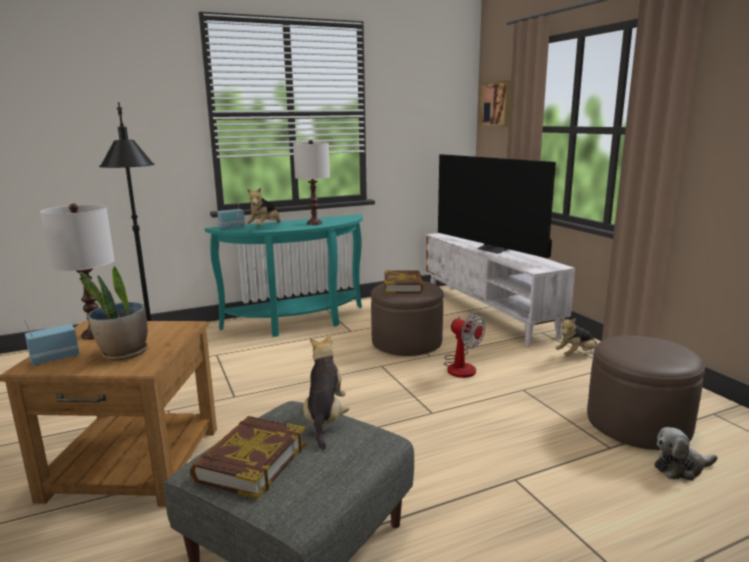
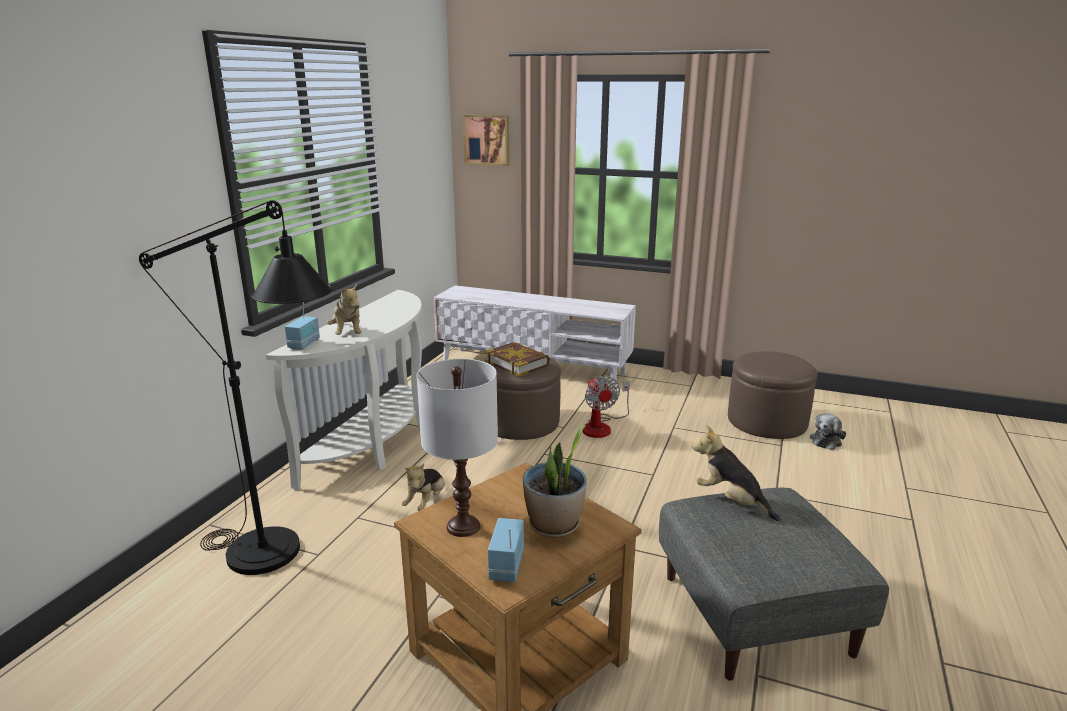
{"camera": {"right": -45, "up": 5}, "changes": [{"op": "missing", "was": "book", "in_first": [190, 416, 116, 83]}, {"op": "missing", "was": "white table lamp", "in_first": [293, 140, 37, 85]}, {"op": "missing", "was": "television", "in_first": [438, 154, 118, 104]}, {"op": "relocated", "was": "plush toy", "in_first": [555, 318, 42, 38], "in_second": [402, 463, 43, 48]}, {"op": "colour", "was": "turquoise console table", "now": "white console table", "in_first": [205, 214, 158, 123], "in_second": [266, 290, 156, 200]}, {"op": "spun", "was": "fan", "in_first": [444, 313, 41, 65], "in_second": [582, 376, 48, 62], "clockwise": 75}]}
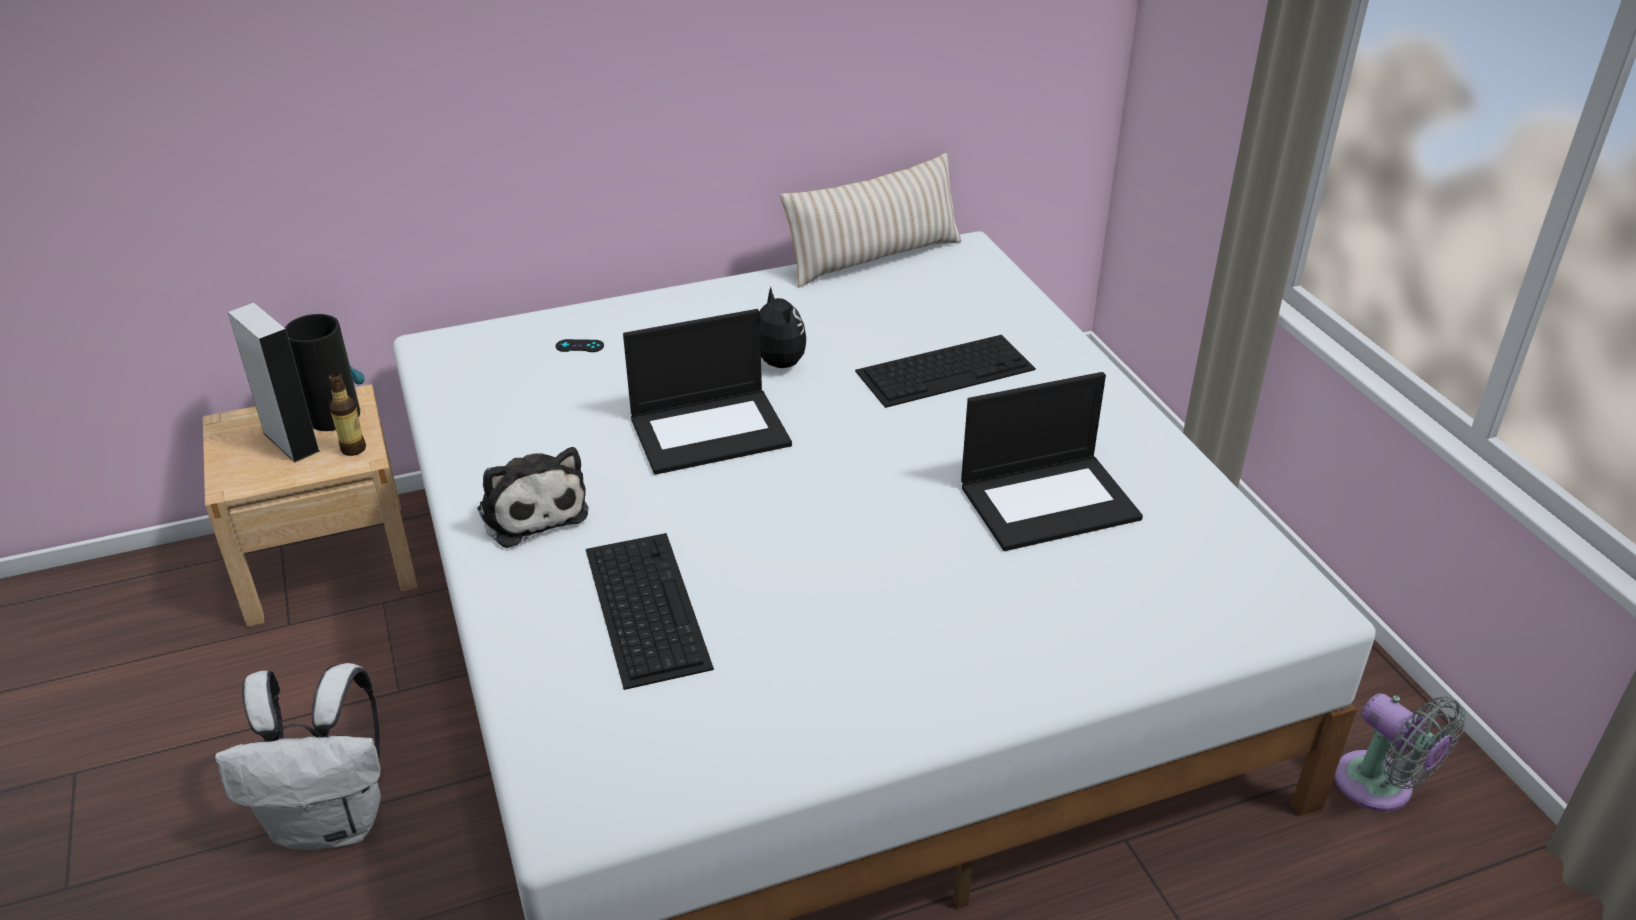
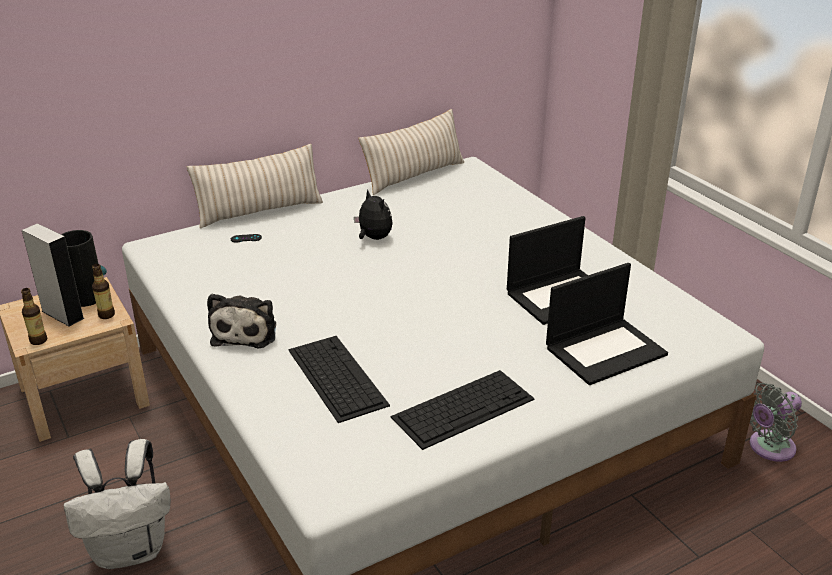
{"camera": {"right": -10, "up": -5}, "changes": [{"op": "appeared", "now": "bottle", "in_second": [21, 288, 26, 57]}, {"op": "appeared", "now": "beige pillow", "in_second": [187, 144, 136, 84]}, {"op": "relocated", "was": "laptop", "in_first": [623, 309, 169, 166], "in_second": [546, 263, 122, 122]}, {"op": "relocated", "was": "keyboard", "in_first": [855, 335, 181, 73], "in_second": [391, 370, 144, 80]}, {"op": "spun", "was": "plush toy", "in_first": [477, 447, 112, 101], "in_second": [207, 294, 69, 55], "clockwise": 45}, {"op": "spun", "was": "grey fan", "in_first": [1334, 694, 132, 118], "in_second": [750, 383, 52, 79], "clockwise": 105}]}
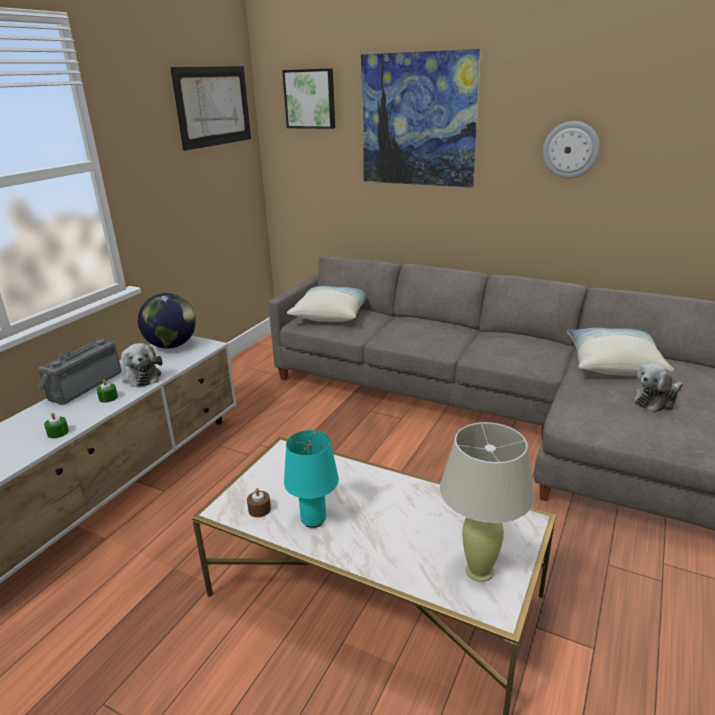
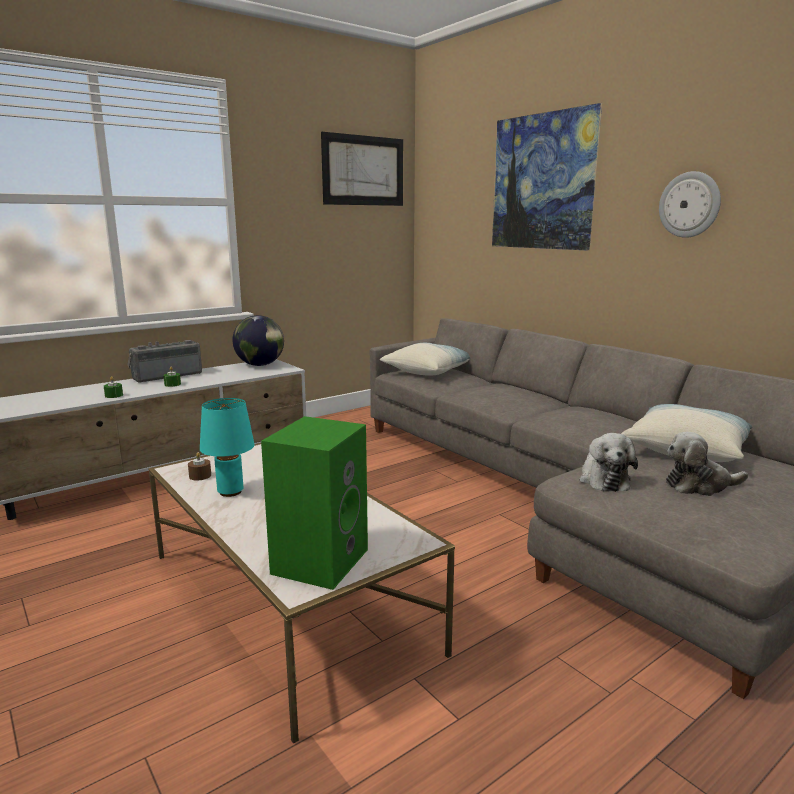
{"camera": {"right": 25, "up": -10}, "changes": [{"op": "missing", "was": "picture", "in_first": [282, 68, 53, 61]}, {"op": "relocated", "was": "plush toy", "in_first": [121, 343, 41, 44], "in_second": [579, 433, 59, 59]}, {"op": "exchanged", "was": "beige table lamp", "now": "green speaker", "in_first": [440, 422, 95, 160], "in_second": [261, 416, 107, 174]}]}
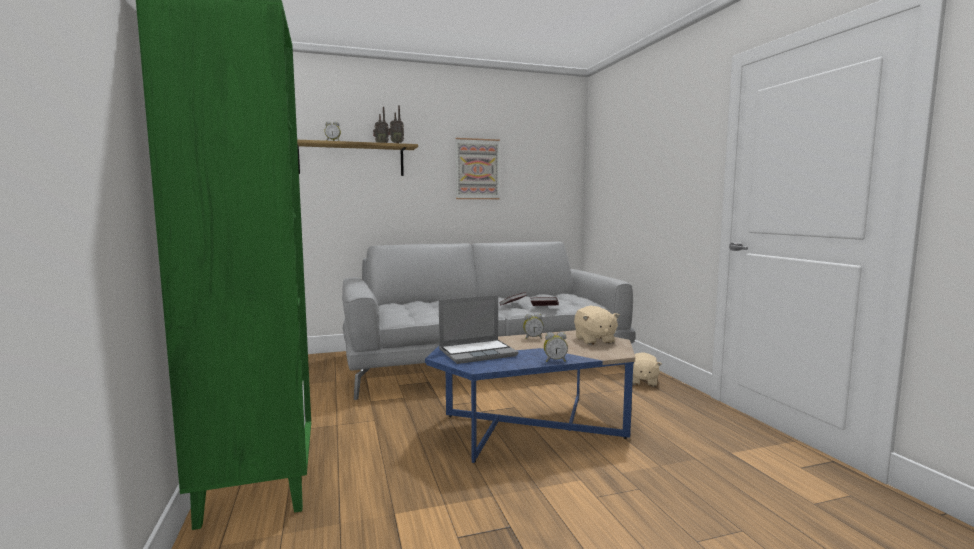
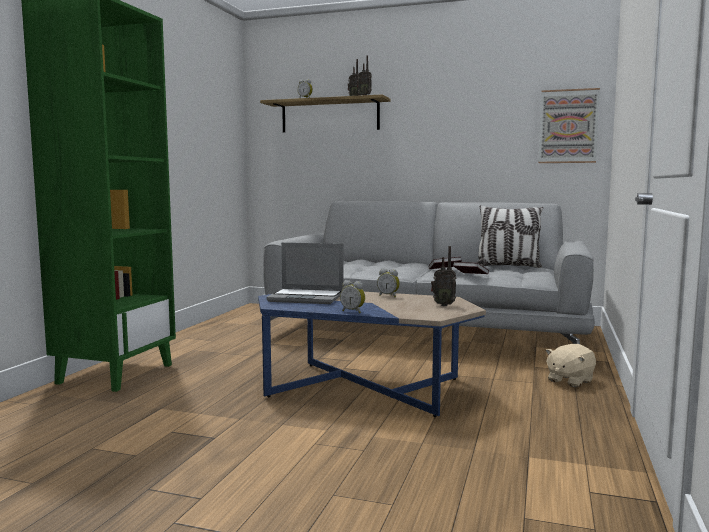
{"camera": {"right": 35, "up": 0}, "changes": [{"op": "appeared", "now": "pillow", "in_second": [477, 205, 66, 63]}, {"op": "relocated", "was": "picture", "in_first": [455, 138, 45, 61], "in_second": [538, 88, 62, 75]}, {"op": "exchanged", "was": "beige plush toy", "now": "radio", "in_first": [574, 306, 46, 39], "in_second": [431, 246, 25, 60]}]}
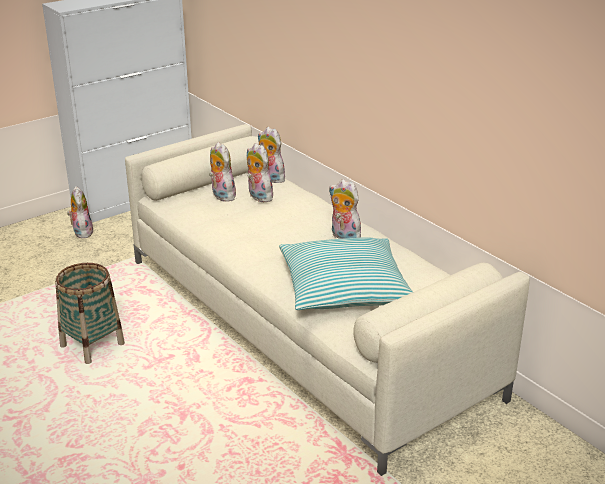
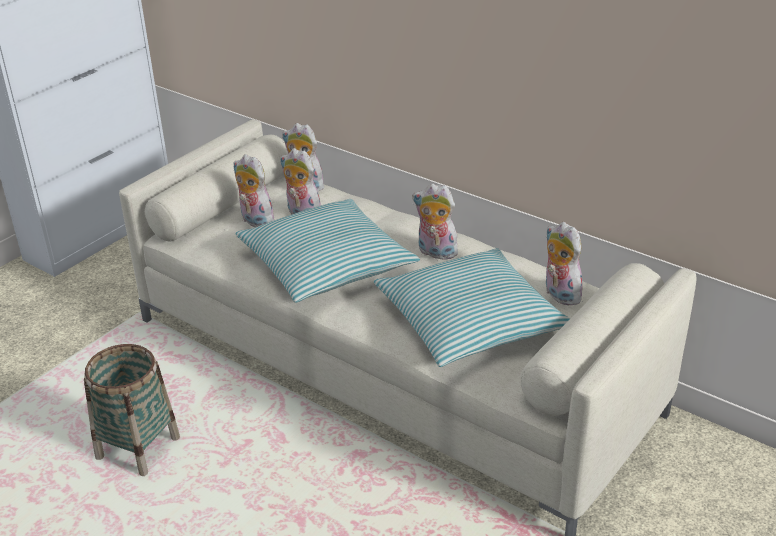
{"camera": {"right": -15, "up": 5}, "changes": [{"op": "appeared", "now": "pillow", "in_second": [235, 199, 185, 104]}, {"op": "relocated", "was": "plush toy", "in_first": [67, 186, 26, 52], "in_second": [546, 222, 37, 83]}]}
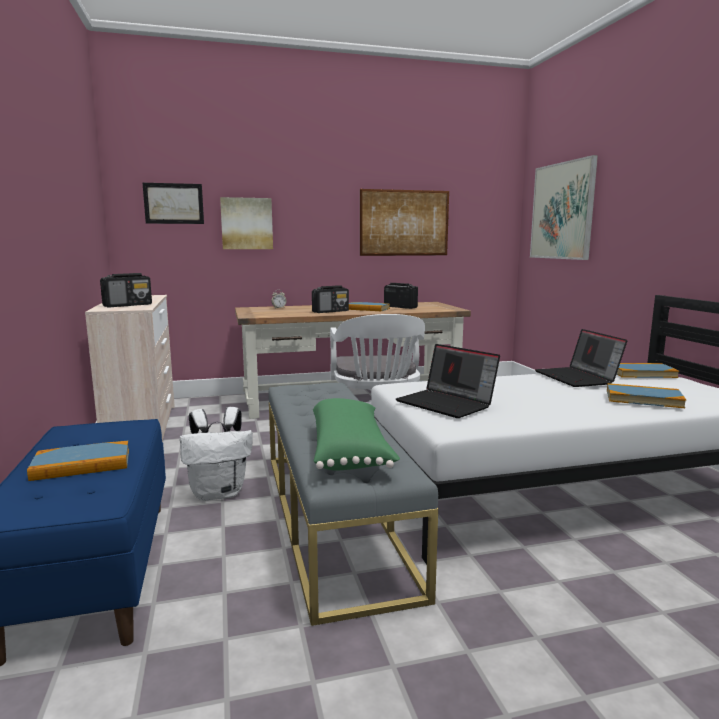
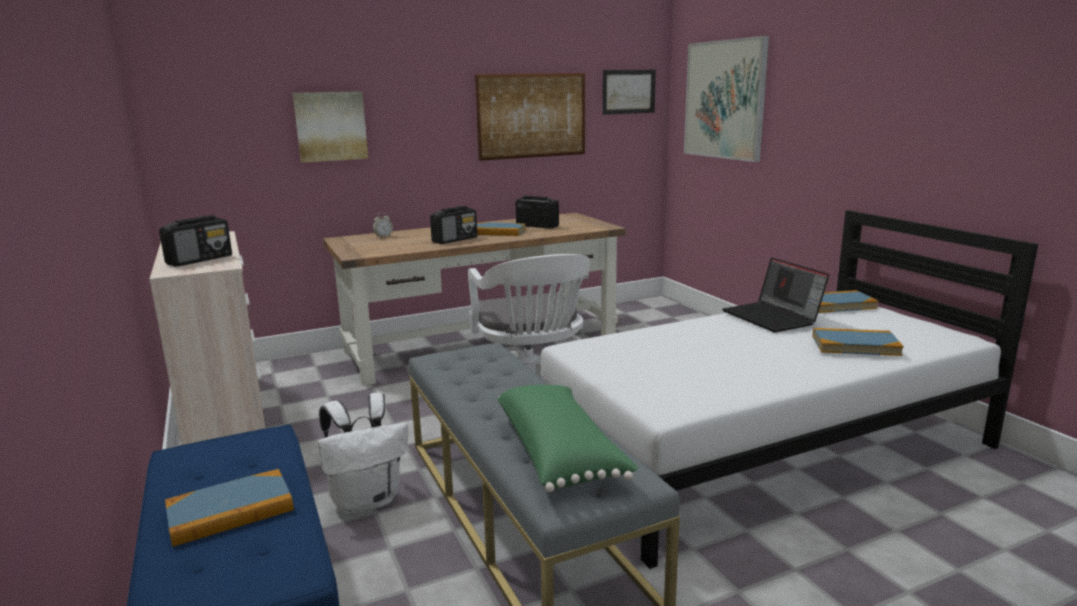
{"camera": {"right": -10, "up": 5}, "changes": [{"op": "missing", "was": "laptop", "in_first": [396, 344, 104, 74]}, {"op": "relocated", "was": "picture", "in_first": [143, 183, 61, 41], "in_second": [603, 70, 53, 45]}]}
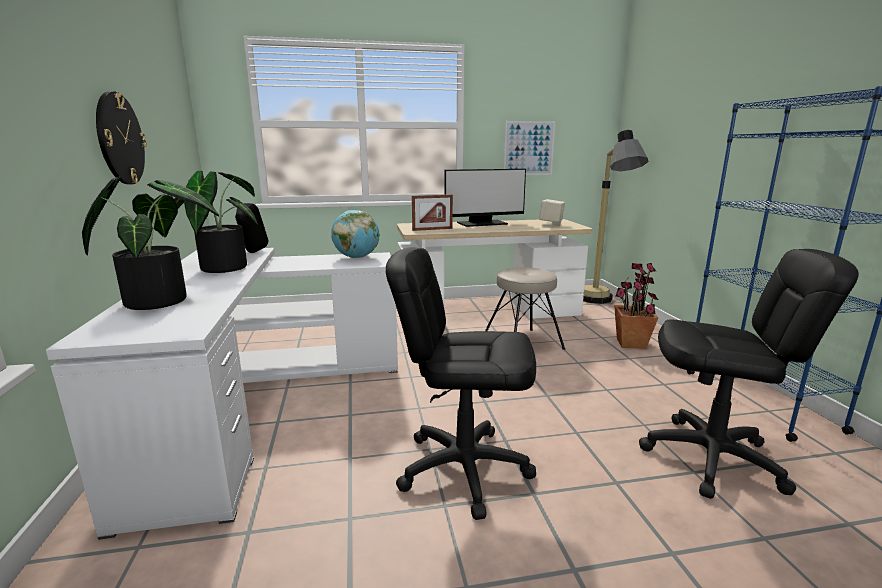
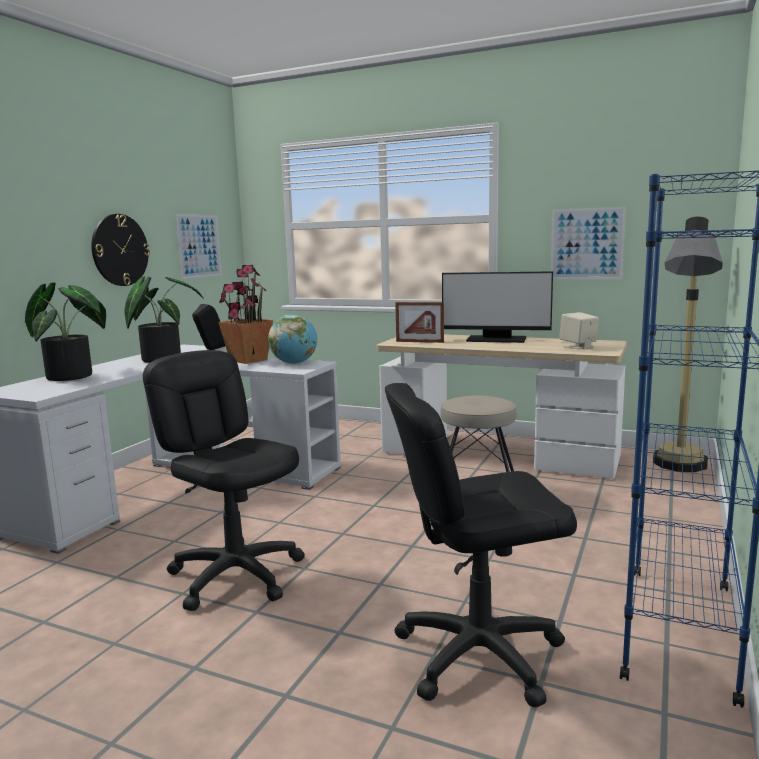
{"camera": {"right": 35, "up": -5}, "changes": [{"op": "appeared", "now": "picture", "in_second": [176, 214, 46, 65]}, {"op": "relocated", "was": "potted plant", "in_first": [614, 263, 44, 86], "in_second": [218, 265, 55, 99]}, {"op": "spun", "was": "black office chair", "in_first": [639, 249, 220, 250], "in_second": [385, 383, 192, 325], "clockwise": 120}]}
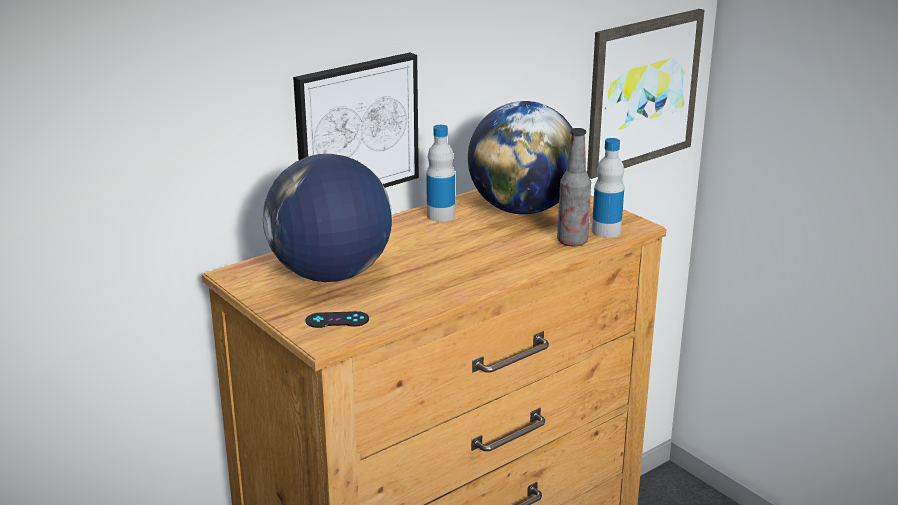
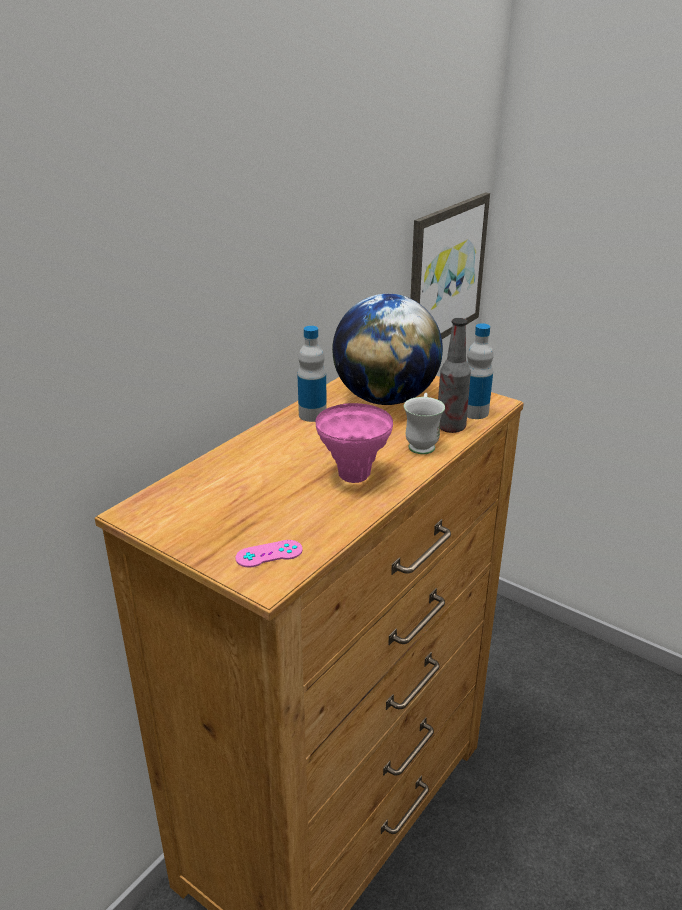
{"camera": {"right": -15, "up": 5}, "changes": [{"op": "missing", "was": "globe", "in_first": [263, 154, 129, 128]}, {"op": "missing", "was": "picture", "in_first": [293, 52, 126, 136]}, {"op": "appeared", "now": "pink vase", "in_second": [315, 403, 78, 80]}, {"op": "appeared", "now": "white mug", "in_second": [404, 393, 41, 61]}, {"op": "colour", "was": "black game controller", "now": "pink game controller", "in_first": [306, 311, 63, 17], "in_second": [235, 540, 68, 28]}]}
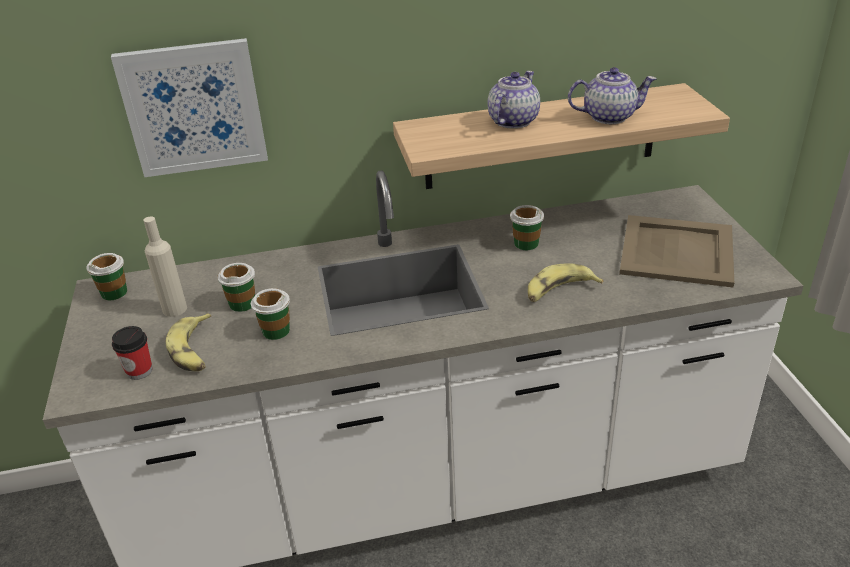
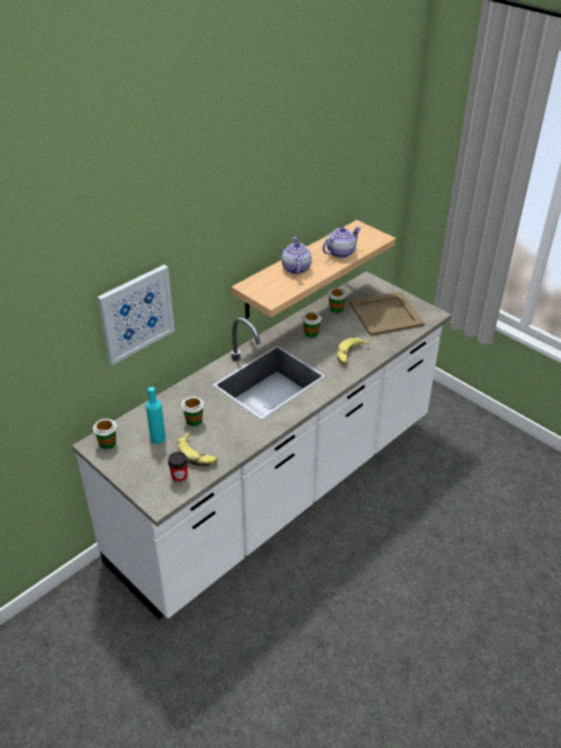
{"camera": {"right": -35, "up": 5}, "changes": [{"op": "relocated", "was": "cup", "in_first": [251, 288, 39, 52], "in_second": [328, 288, 19, 25]}, {"op": "colour", "was": "beige bottle", "now": "turquoise bottle", "in_first": [143, 216, 44, 101], "in_second": [146, 387, 20, 57]}]}
